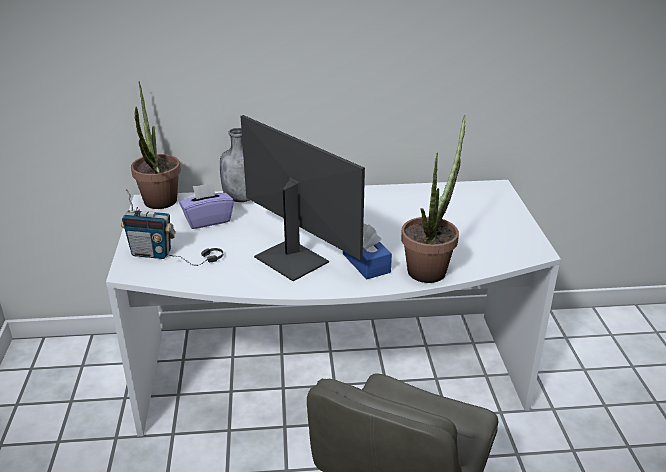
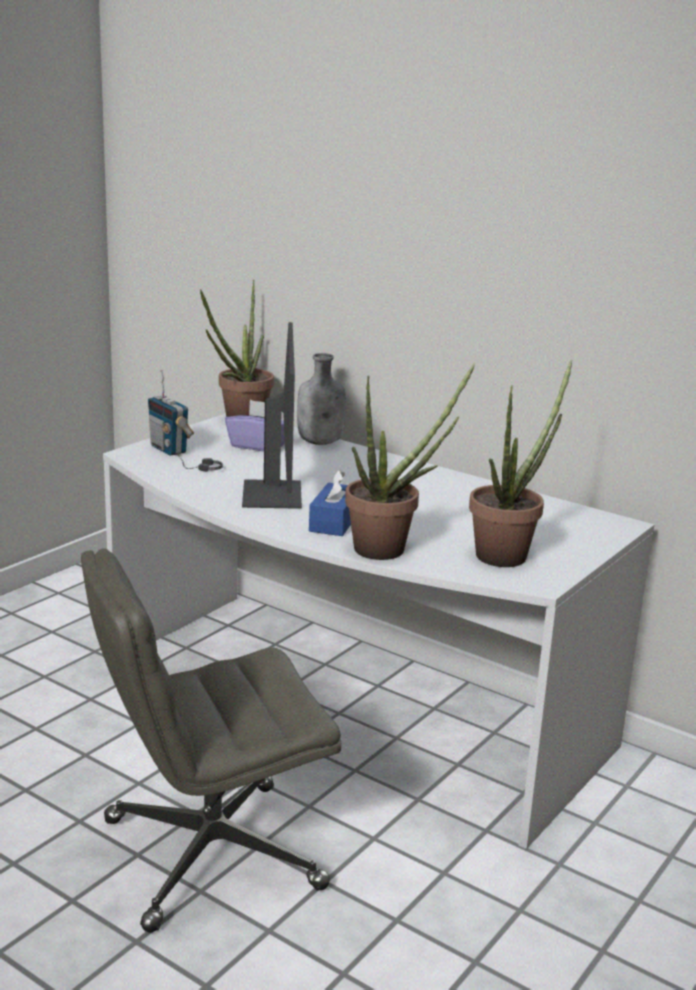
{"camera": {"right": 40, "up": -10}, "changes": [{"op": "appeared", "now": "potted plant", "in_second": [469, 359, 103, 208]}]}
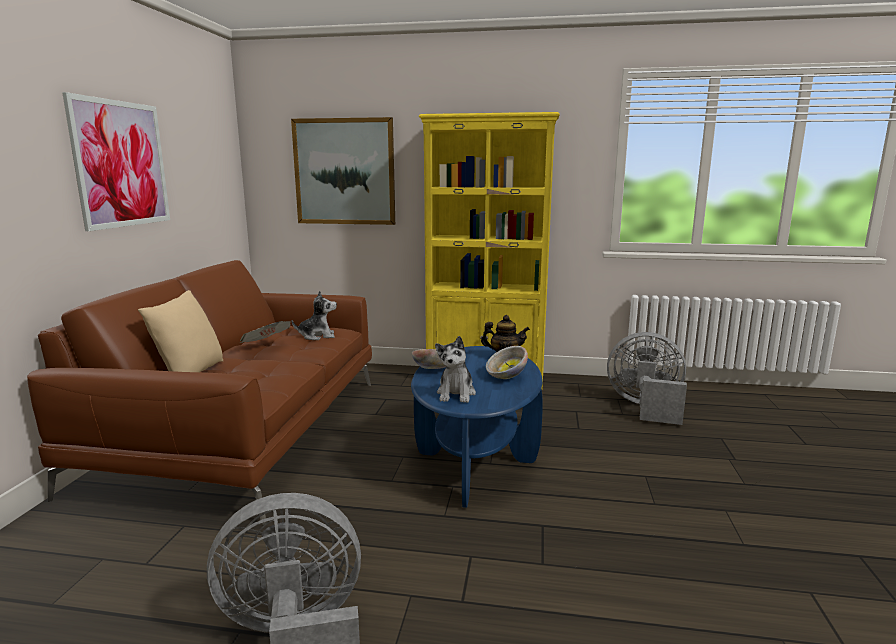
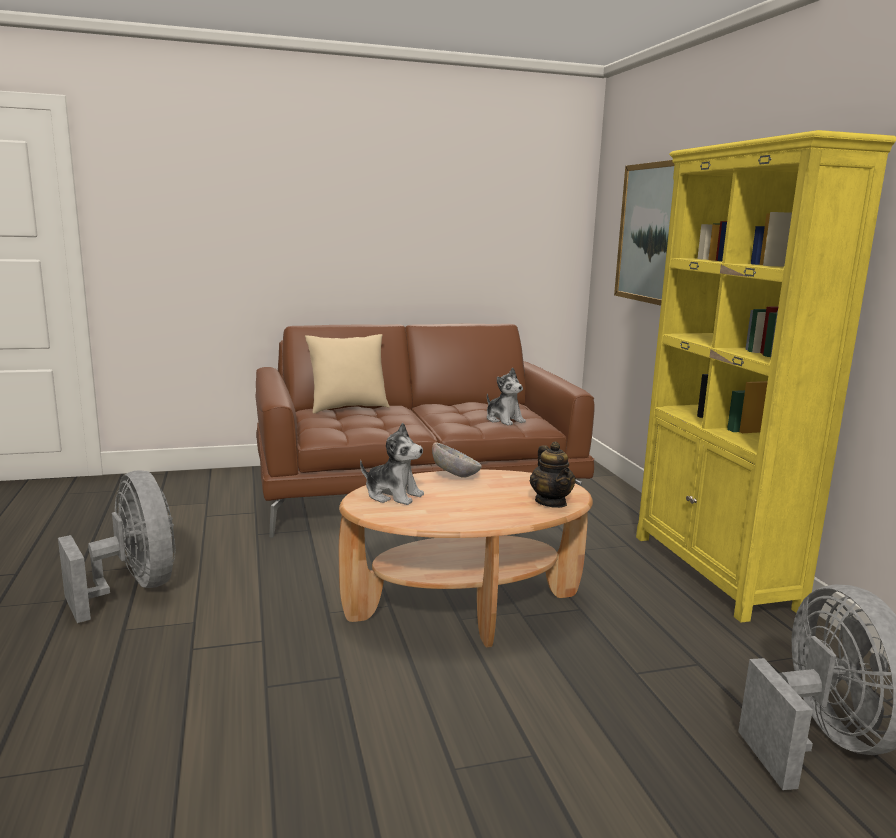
{"camera": {"right": 65, "up": 0}, "changes": [{"op": "missing", "was": "picture", "in_first": [62, 92, 108, 139]}, {"op": "missing", "was": "newspaper", "in_first": [240, 321, 51, 22]}, {"op": "missing", "was": "bowl", "in_first": [486, 346, 42, 33]}, {"op": "colour", "was": "blue coffee table", "now": "brown coffee table", "in_first": [411, 346, 132, 162], "in_second": [339, 470, 254, 178]}, {"op": "spun", "was": "plush toy", "in_first": [435, 336, 41, 67], "in_second": [360, 423, 64, 82], "clockwise": -135}]}
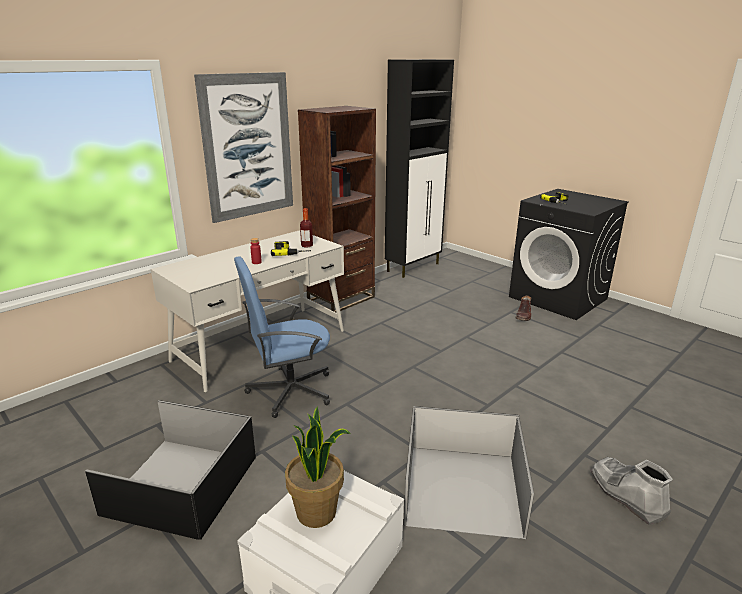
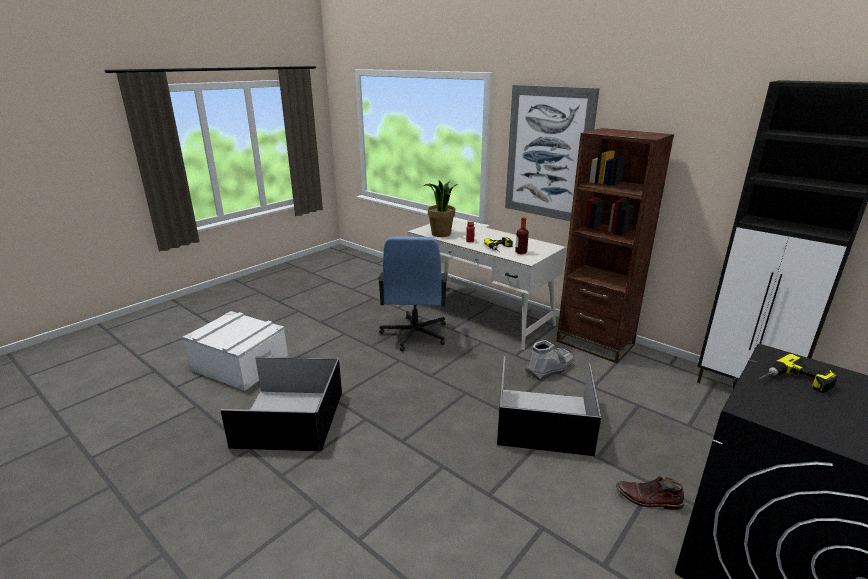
{"camera": {"right": 85, "up": 0}, "changes": [{"op": "relocated", "was": "black storage box", "in_first": [85, 400, 171, 140], "in_second": [497, 356, 104, 100]}, {"op": "relocated", "was": "potted plant", "in_first": [285, 406, 66, 122], "in_second": [424, 181, 34, 56]}, {"op": "relocated", "was": "grey boot", "in_first": [590, 457, 83, 68], "in_second": [525, 340, 49, 41]}, {"op": "spun", "was": "blue office chair", "in_first": [234, 256, 96, 162], "in_second": [378, 236, 70, 115], "clockwise": -150}]}
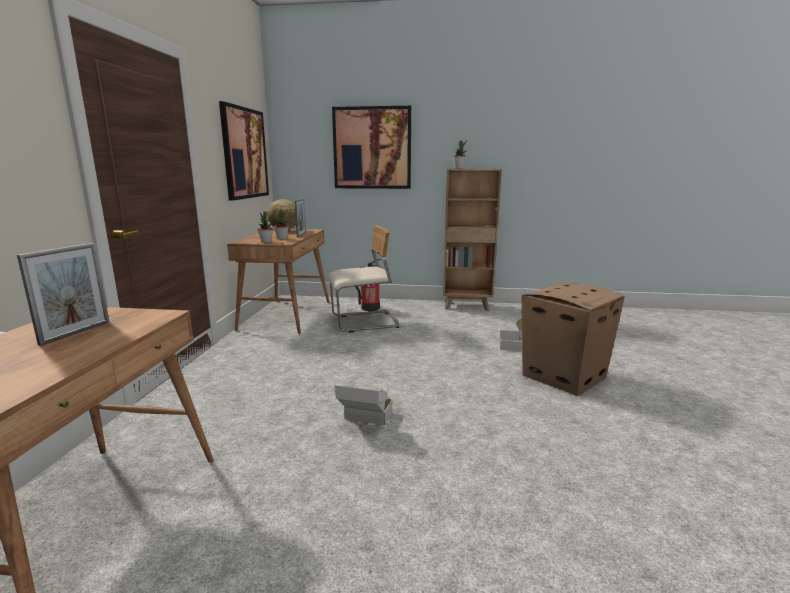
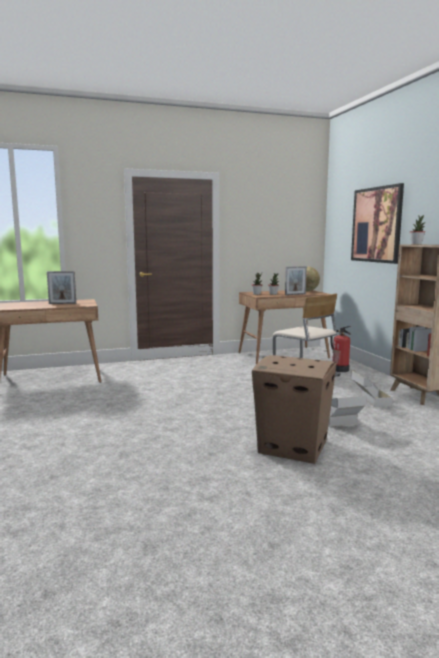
{"camera": {"right": 65, "up": -5}, "changes": [{"op": "missing", "was": "picture", "in_first": [219, 101, 50, 100]}, {"op": "relocated", "was": "cardboard box", "in_first": [334, 384, 59, 41], "in_second": [351, 370, 41, 37]}]}
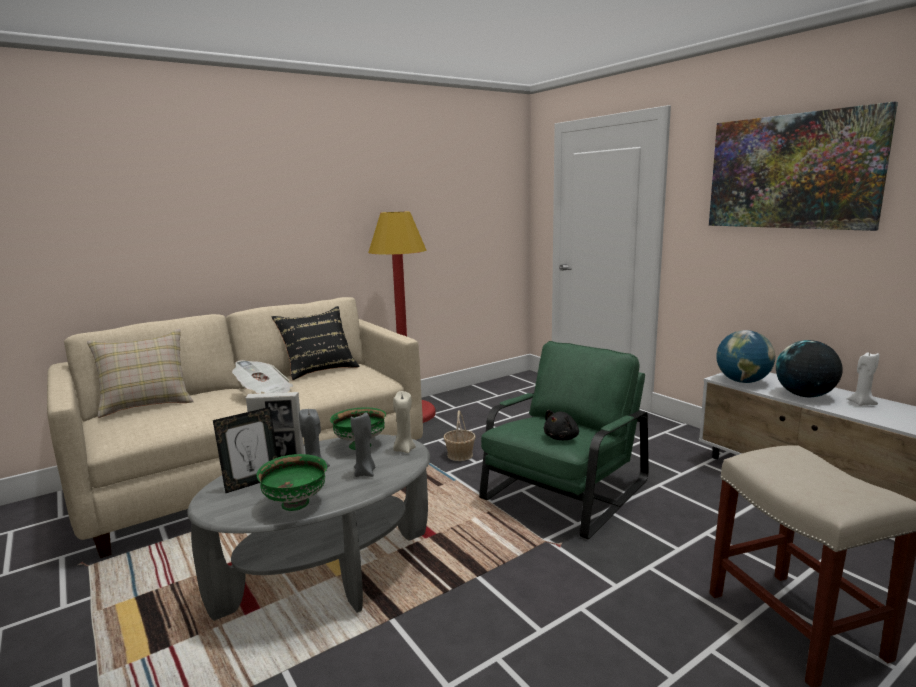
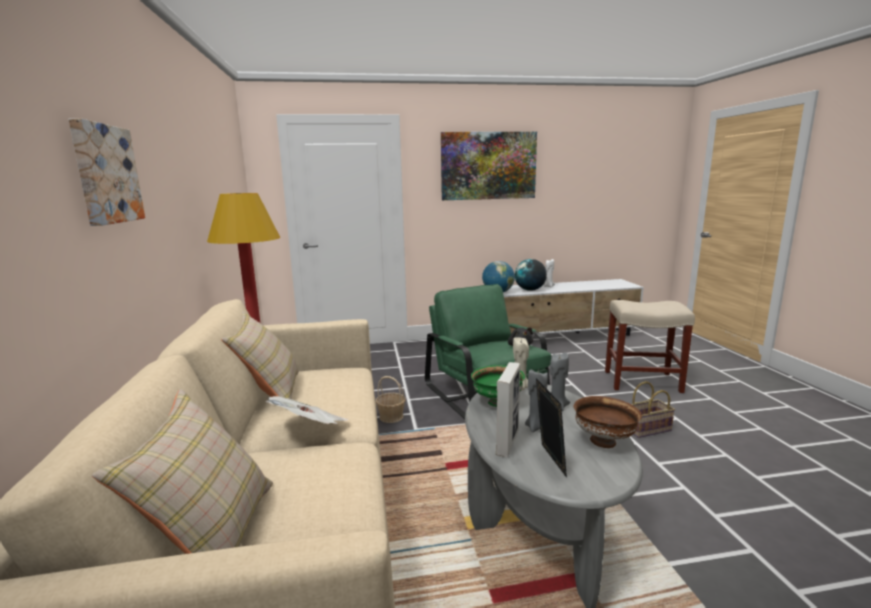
{"camera": {"right": -65, "up": 0}, "changes": [{"op": "appeared", "now": "picture", "in_second": [68, 119, 77, 107]}, {"op": "appeared", "now": "basket", "in_second": [631, 381, 44, 57]}, {"op": "colour", "was": "green bowl", "now": "brown bowl", "in_first": [257, 454, 70, 57], "in_second": [574, 396, 68, 52]}, {"op": "colour", "was": "black pillow", "now": "beige pillow", "in_first": [272, 306, 87, 74], "in_second": [221, 311, 78, 88]}]}
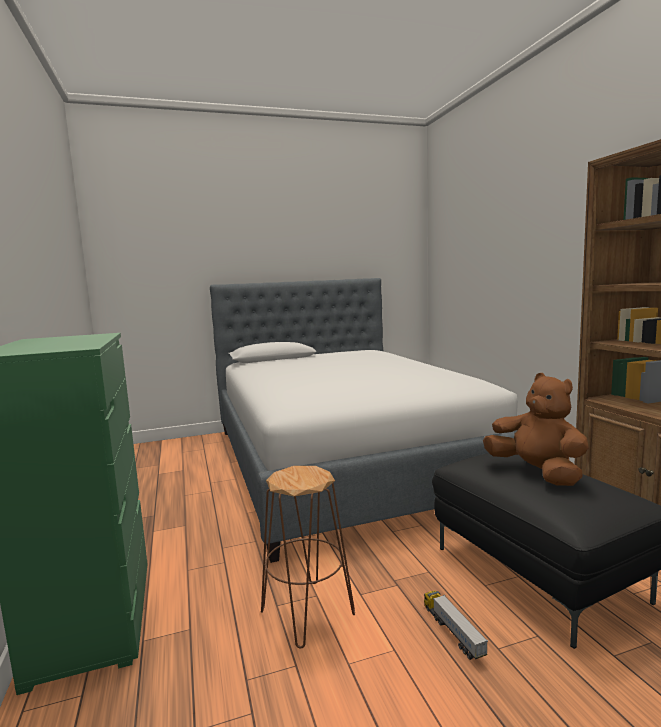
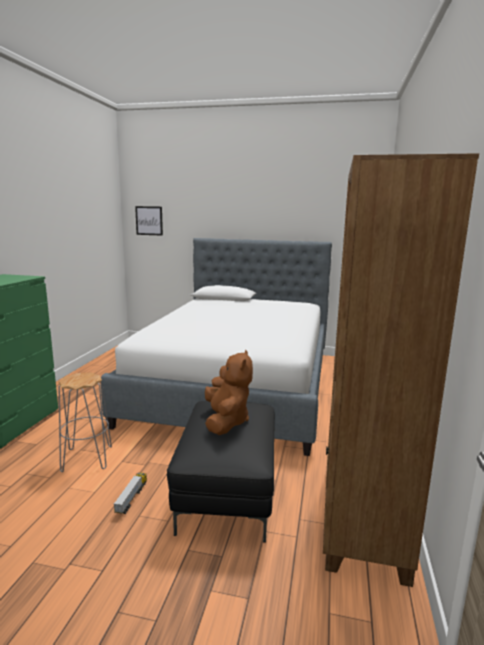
{"camera": {"right": 30, "up": 5}, "changes": [{"op": "appeared", "now": "picture", "in_second": [135, 206, 28, 30]}, {"op": "colour", "was": "brown stool", "now": "grey stool", "in_first": [261, 466, 94, 182], "in_second": [59, 372, 53, 100]}]}
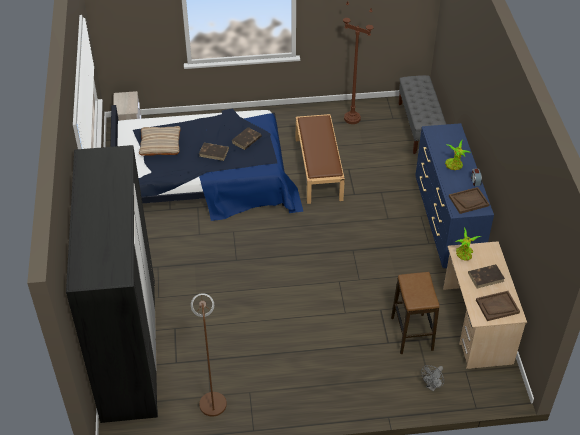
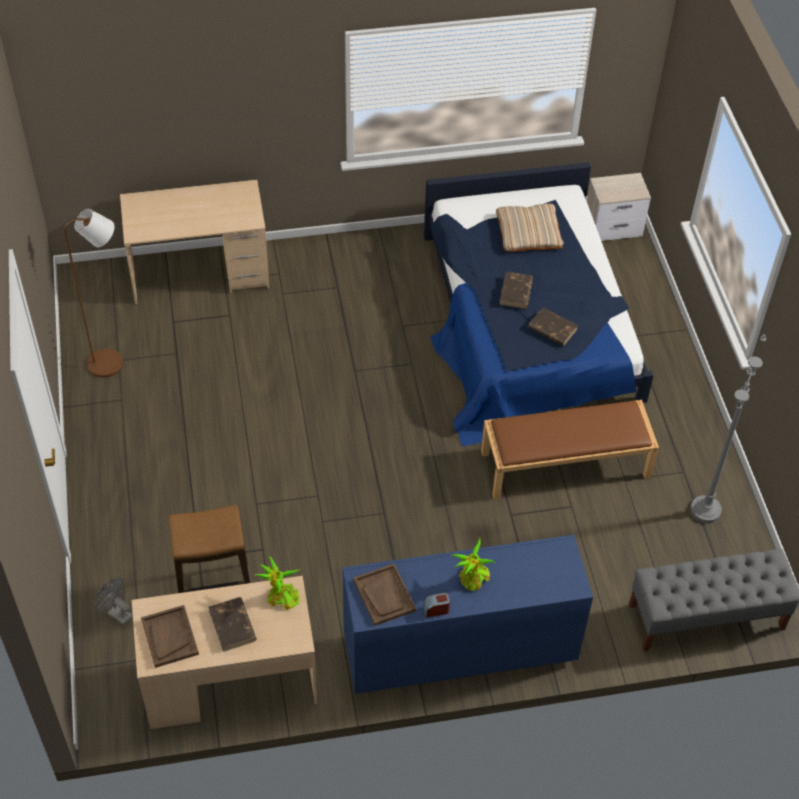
{"camera": {"right": 85, "up": 5}, "changes": [{"op": "exchanged", "was": "black wardrobe", "now": "beige desk", "in_first": [66, 145, 92, 278], "in_second": [120, 180, 150, 124]}, {"op": "colour", "was": "brown floor lamp", "now": "grey floor lamp", "in_first": [343, 1, 31, 123], "in_second": [690, 334, 76, 190]}]}
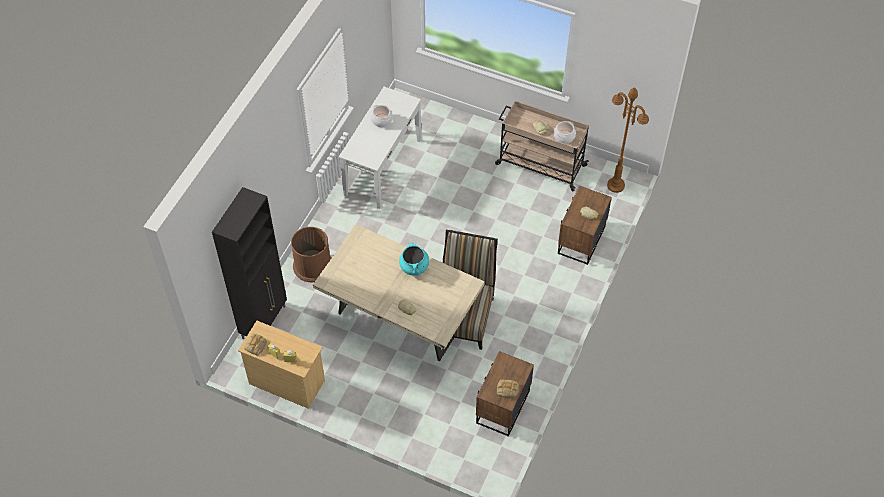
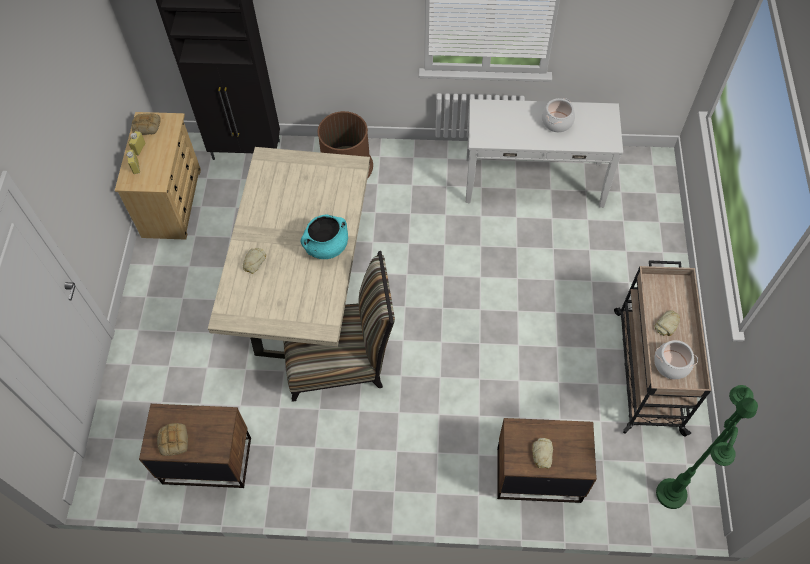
{"camera": {"right": 70, "up": 5}, "changes": [{"op": "colour", "was": "brown floor lamp", "now": "green floor lamp", "in_first": [607, 87, 42, 106], "in_second": [656, 385, 102, 124]}]}
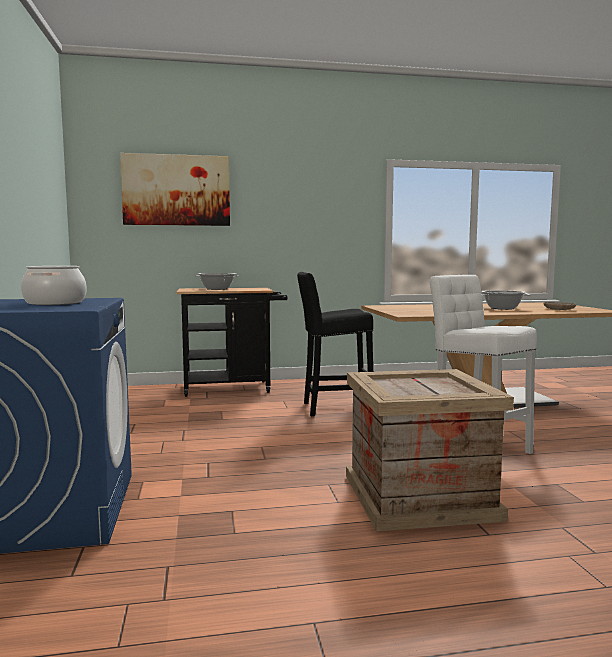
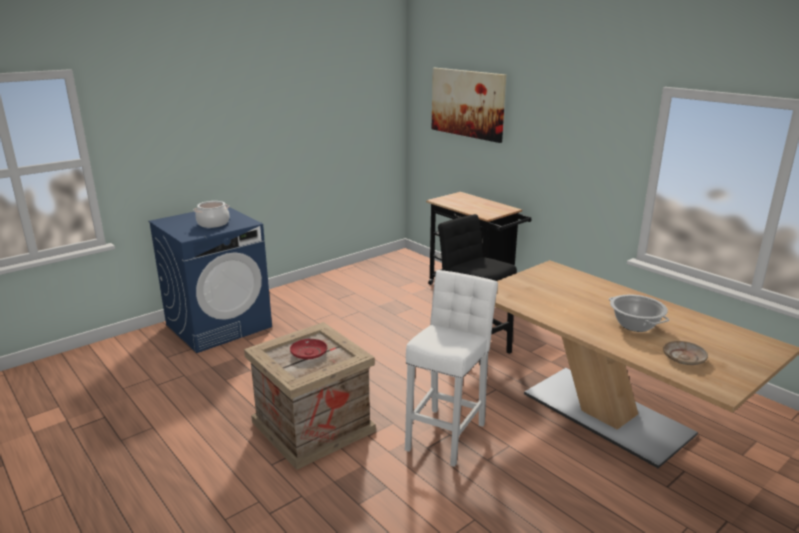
{"camera": {"right": 60, "up": 15}, "changes": [{"op": "missing", "was": "cooking pot", "in_first": [195, 273, 44, 17]}, {"op": "appeared", "now": "red plate", "in_second": [290, 339, 37, 20]}]}
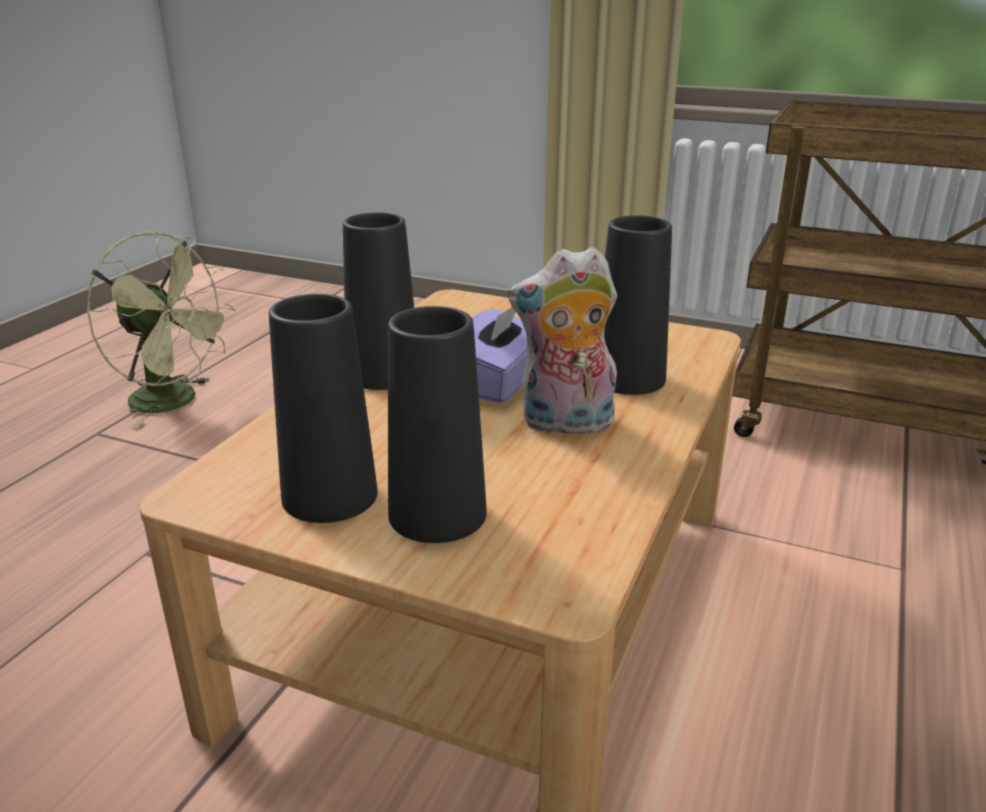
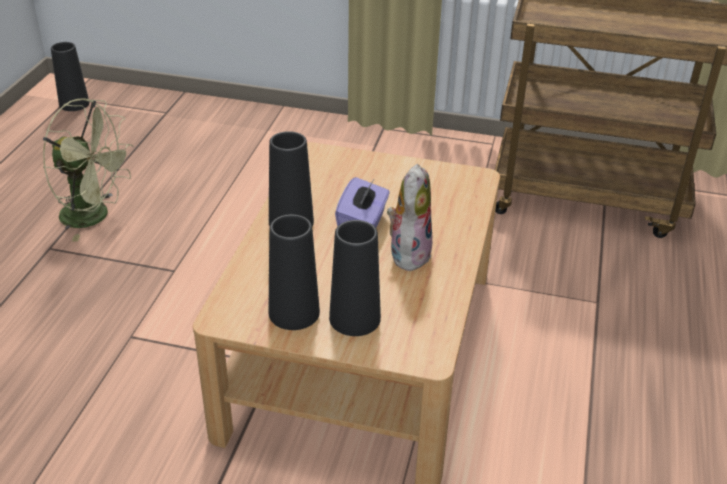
{"camera": {"right": -10, "up": 10}, "changes": [{"op": "relocated", "was": "black vase", "in_first": [604, 215, 68, 180], "in_second": [51, 42, 39, 69]}, {"op": "spun", "was": "plush toy", "in_first": [508, 247, 109, 187], "in_second": [387, 164, 45, 109], "clockwise": 120}]}
